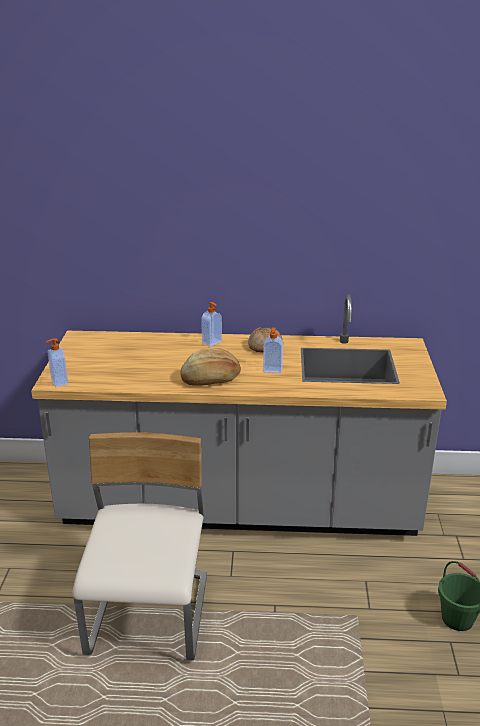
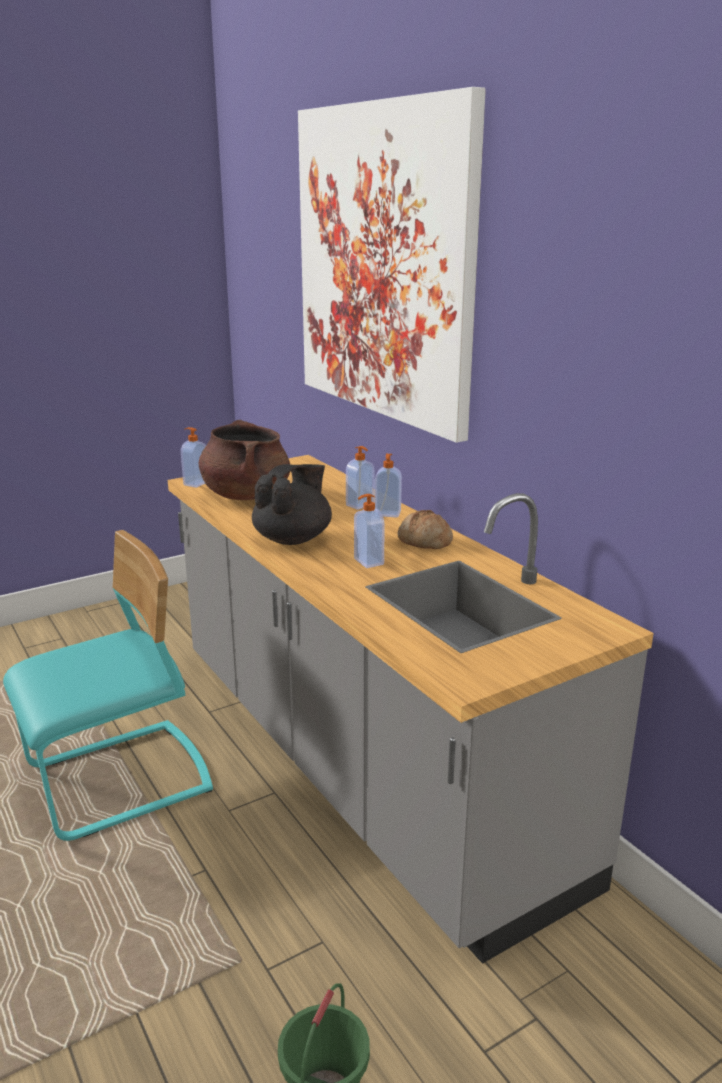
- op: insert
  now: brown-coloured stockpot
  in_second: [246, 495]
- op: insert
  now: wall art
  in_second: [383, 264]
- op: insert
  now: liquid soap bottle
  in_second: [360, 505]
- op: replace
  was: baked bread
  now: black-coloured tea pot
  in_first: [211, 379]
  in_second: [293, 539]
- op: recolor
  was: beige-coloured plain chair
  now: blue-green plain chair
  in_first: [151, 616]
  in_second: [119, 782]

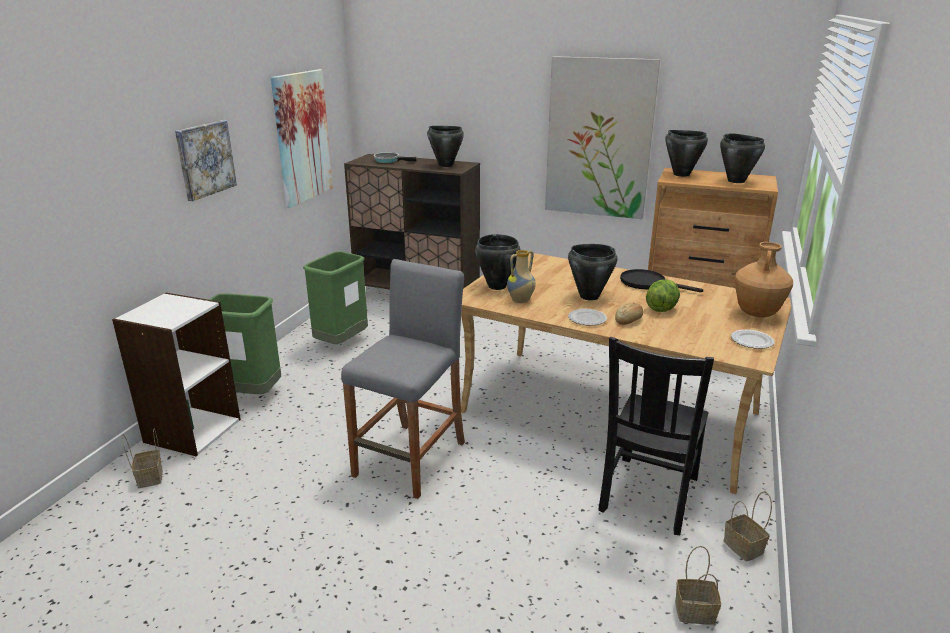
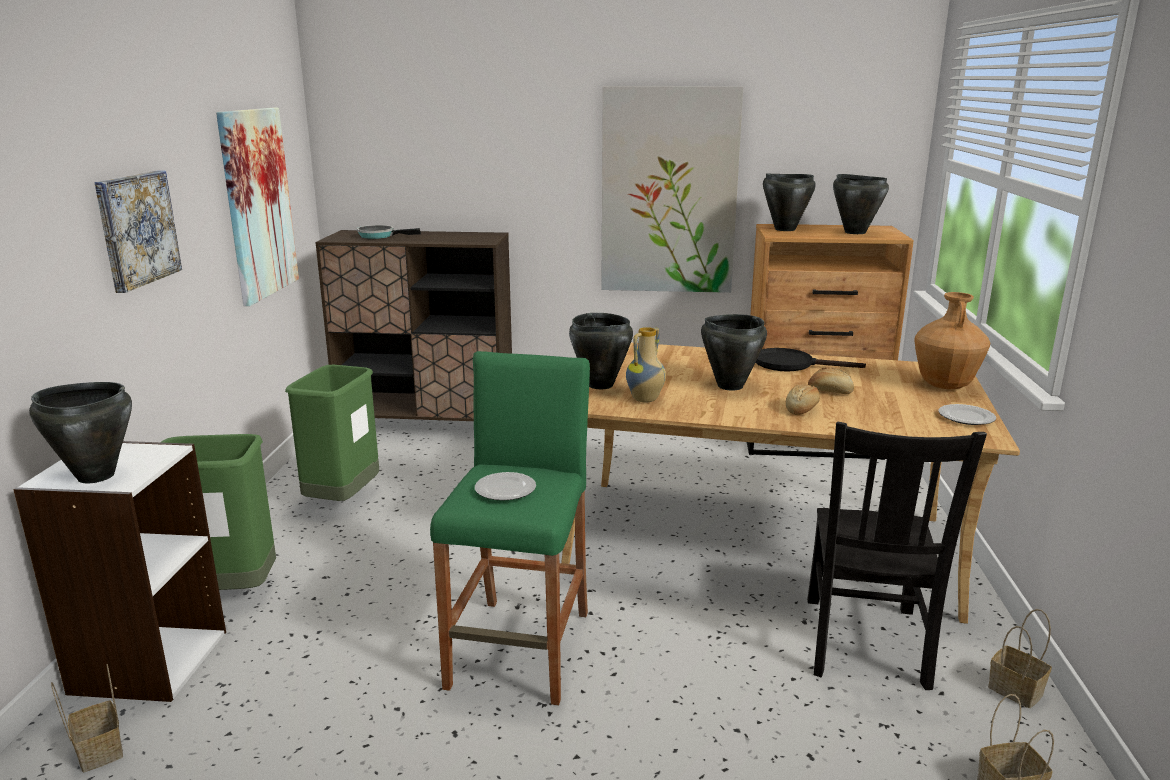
- op: move
  was: black-coloured stockpot
  in_first: [445, 165]
  in_second: [95, 476]
- op: move
  was: plate
  in_first: [587, 319]
  in_second: [505, 490]
- op: replace
  was: lettuce
  now: baked bread
  in_first: [661, 308]
  in_second: [830, 391]
- op: recolor
  was: greyish sitting stool
  now: green sitting stool
  in_first: [410, 459]
  in_second: [521, 649]

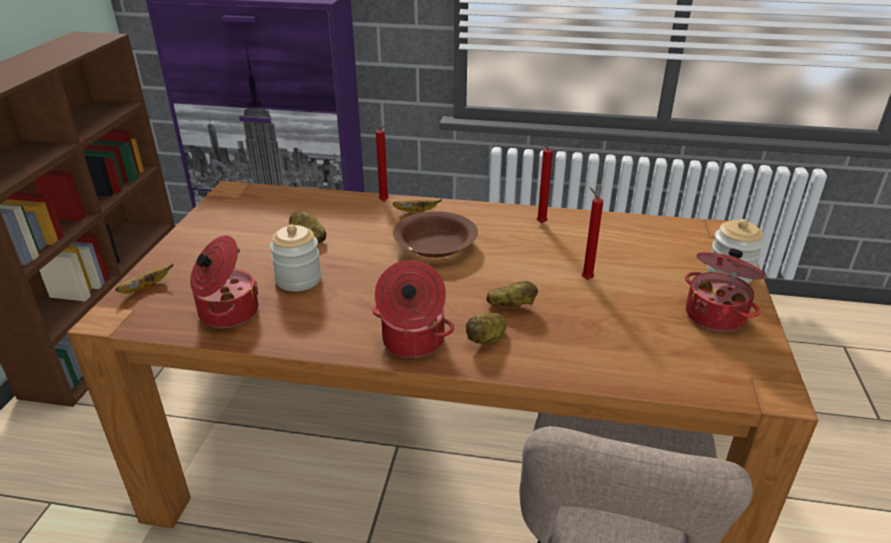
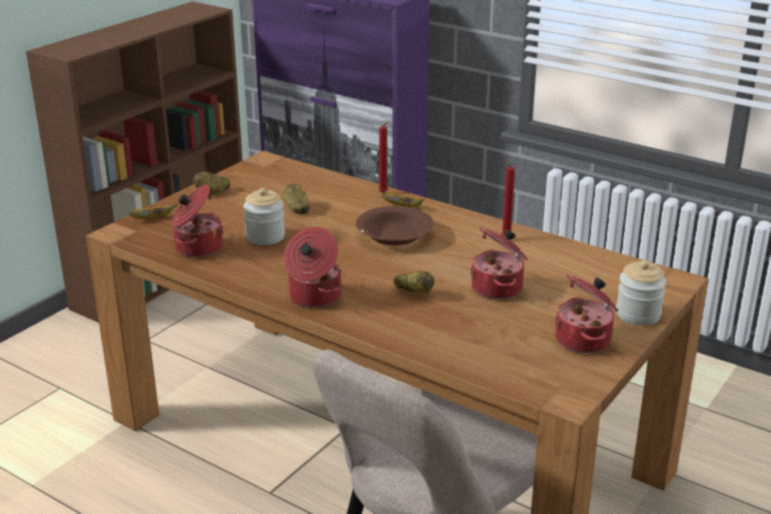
- op: move
  was: spud
  in_first: [487, 339]
  in_second: [212, 192]
- op: replace
  was: red candle
  now: stockpot
  in_first: [585, 278]
  in_second: [498, 288]

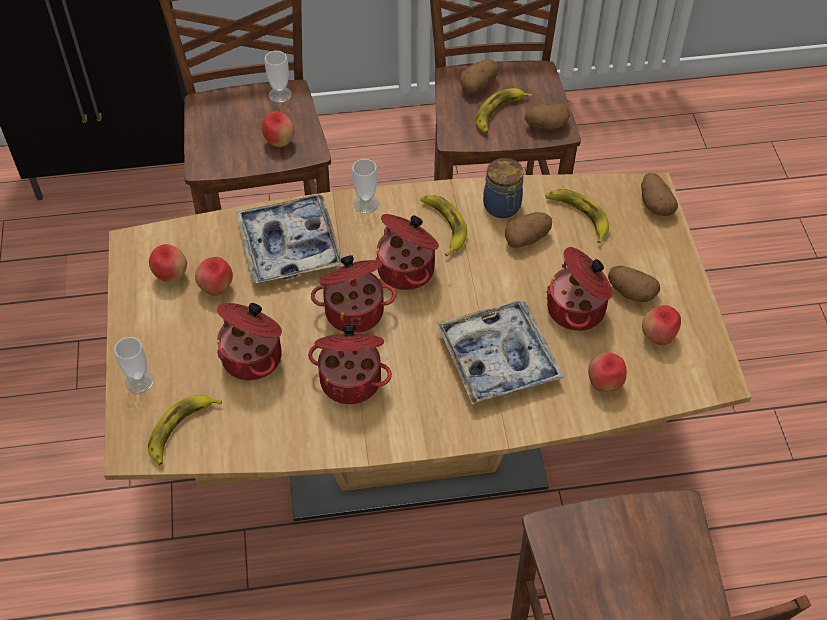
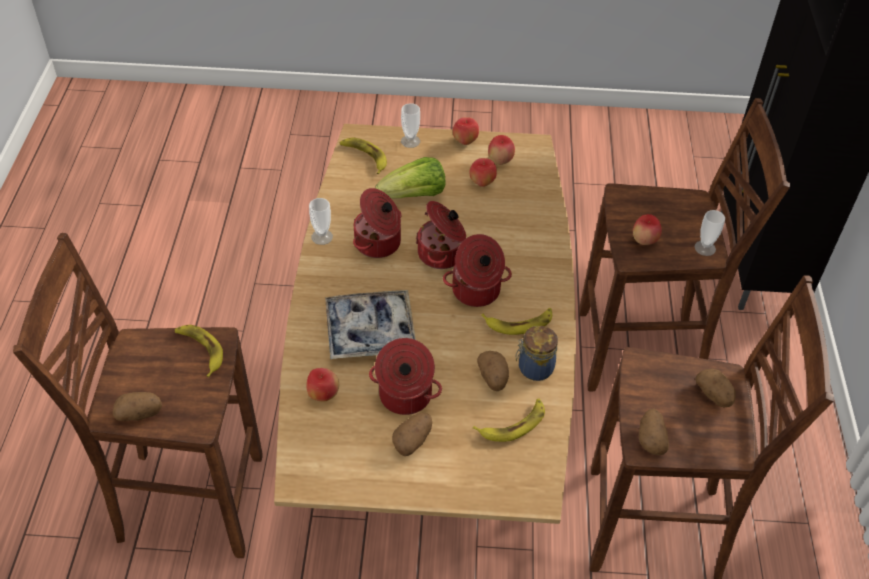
- op: delete
  was: serving tray
  in_first: [290, 246]
- op: move
  was: drinking cup
  in_first: [366, 204]
  in_second: [322, 237]
- op: move
  was: banana
  in_first: [499, 113]
  in_second: [200, 350]
- op: move
  was: spud
  in_first: [654, 204]
  in_second: [140, 414]
- op: move
  was: apple
  in_first: [658, 337]
  in_second: [465, 141]
- op: replace
  was: stockpot
  now: lettuce
  in_first: [254, 356]
  in_second: [414, 196]

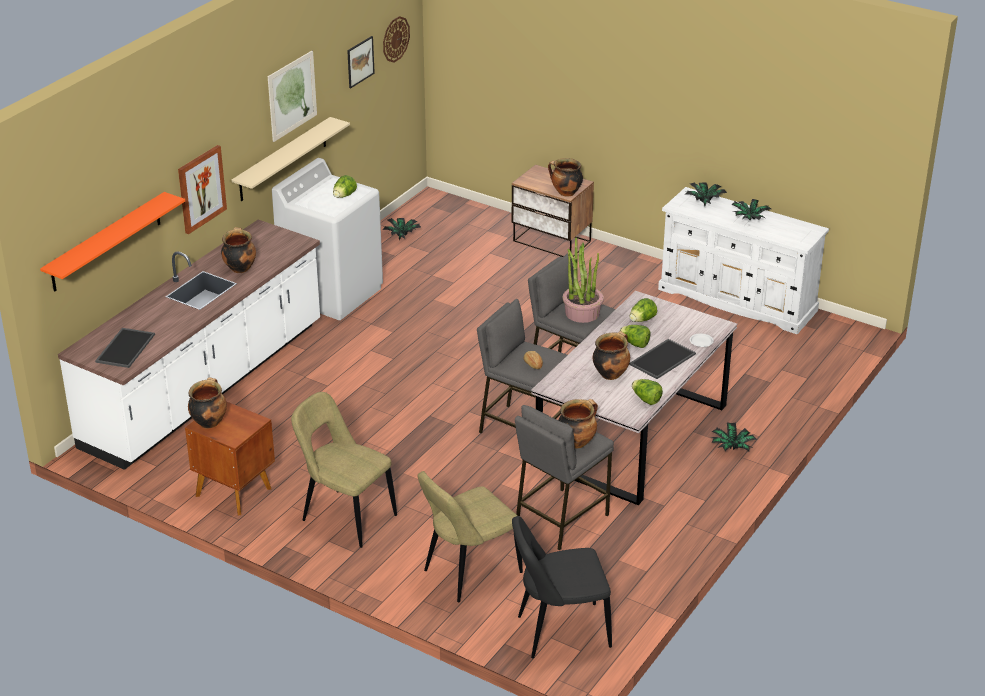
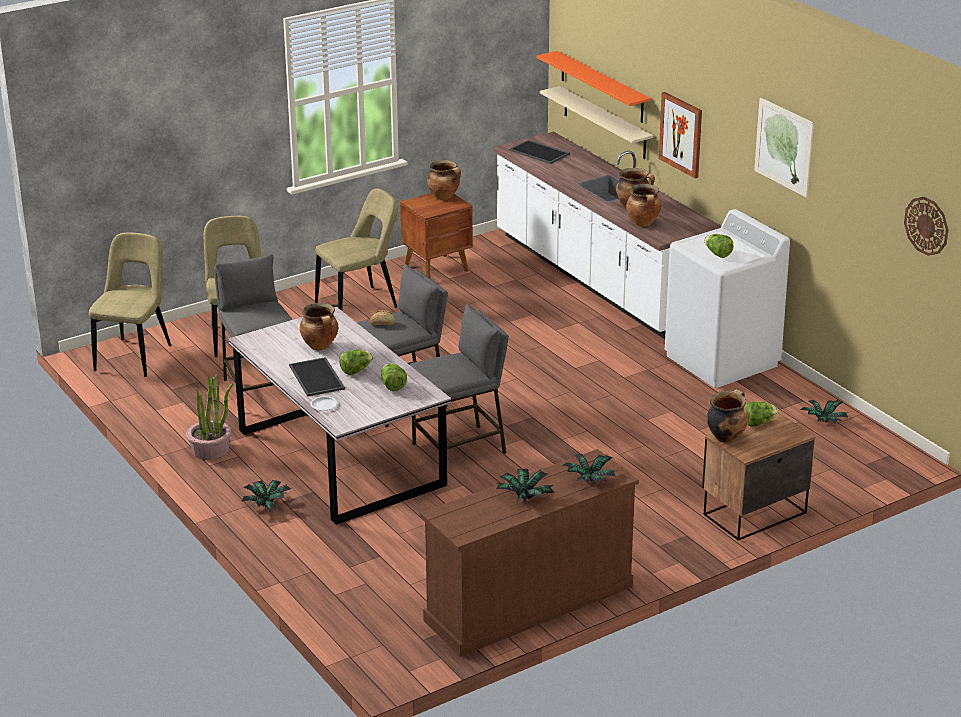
- op: delete
  was: wall art
  in_first: [360, 61]
- op: move
  was: beige-coloured shelf
  in_first: [283, 159]
  in_second: [604, 123]
- op: move
  was: stockpot
  in_first: [577, 442]
  in_second: [643, 223]
- op: move
  was: houseplant
  in_first: [582, 313]
  in_second: [210, 449]
- op: move
  was: lettuce
  in_first: [646, 399]
  in_second: [758, 423]
- op: recolor
  was: black-coloured plain chair
  now: beige-coloured plain chair
  in_first: [559, 632]
  in_second: [135, 356]
- op: recolor
  was: whitish chest of drawers
  now: brown-coloured chest of drawers
  in_first: [738, 300]
  in_second: [528, 604]

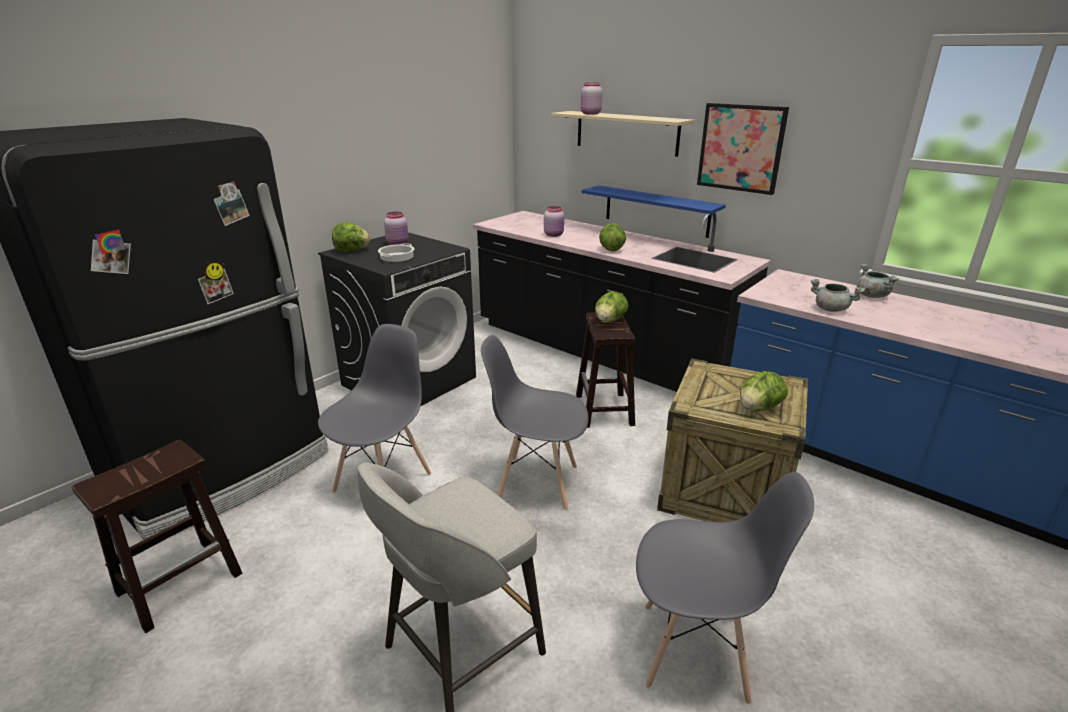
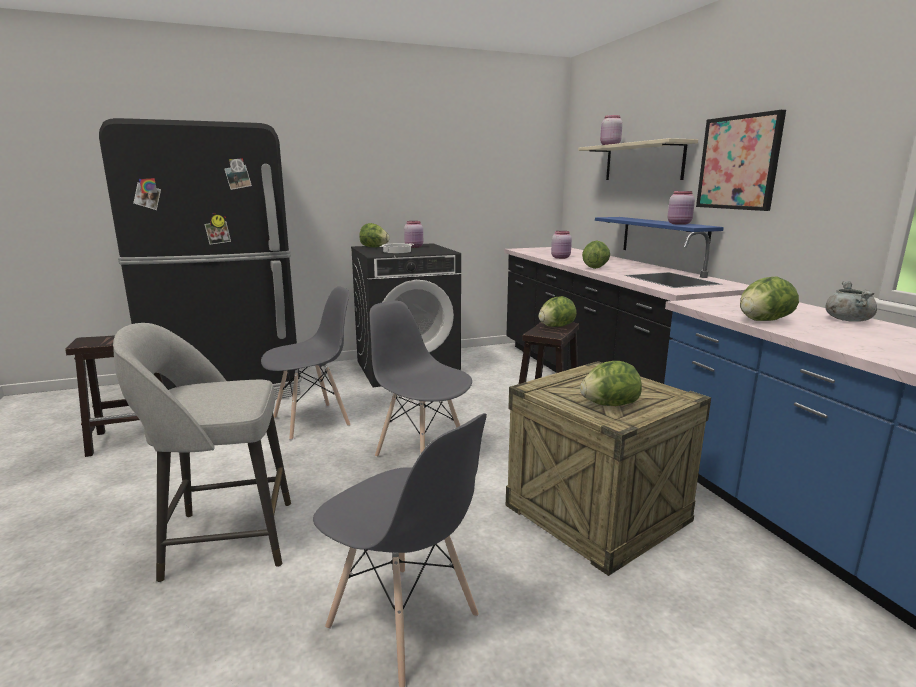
- op: insert
  now: pinkish storage jar
  in_second: [680, 224]
- op: replace
  was: greyish stockpot
  now: lettuce
  in_first: [831, 309]
  in_second: [763, 321]

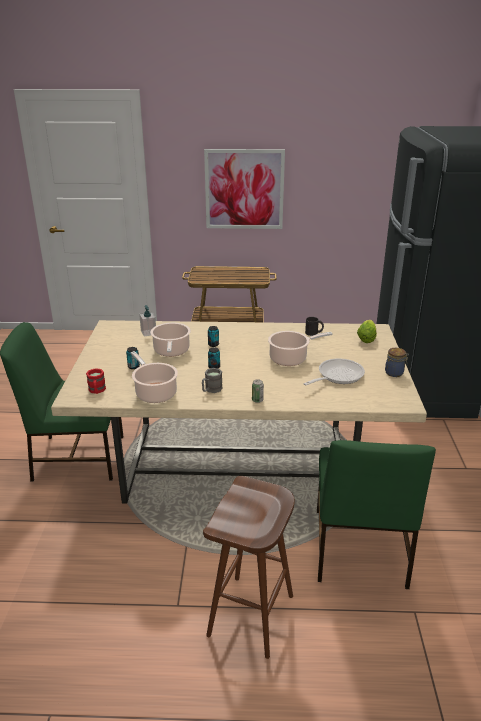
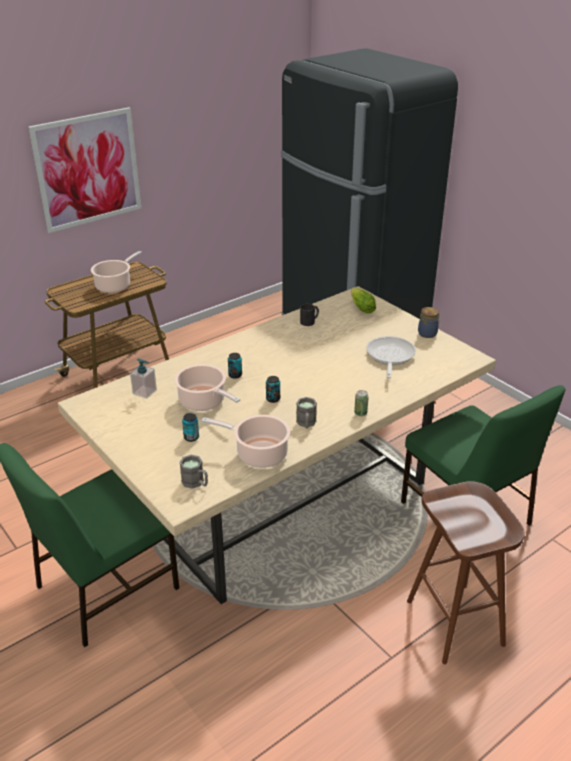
- op: move
  was: stockpot
  in_first: [290, 358]
  in_second: [115, 285]
- op: recolor
  was: red tea mug
  now: greyish tea mug
  in_first: [97, 391]
  in_second: [196, 483]

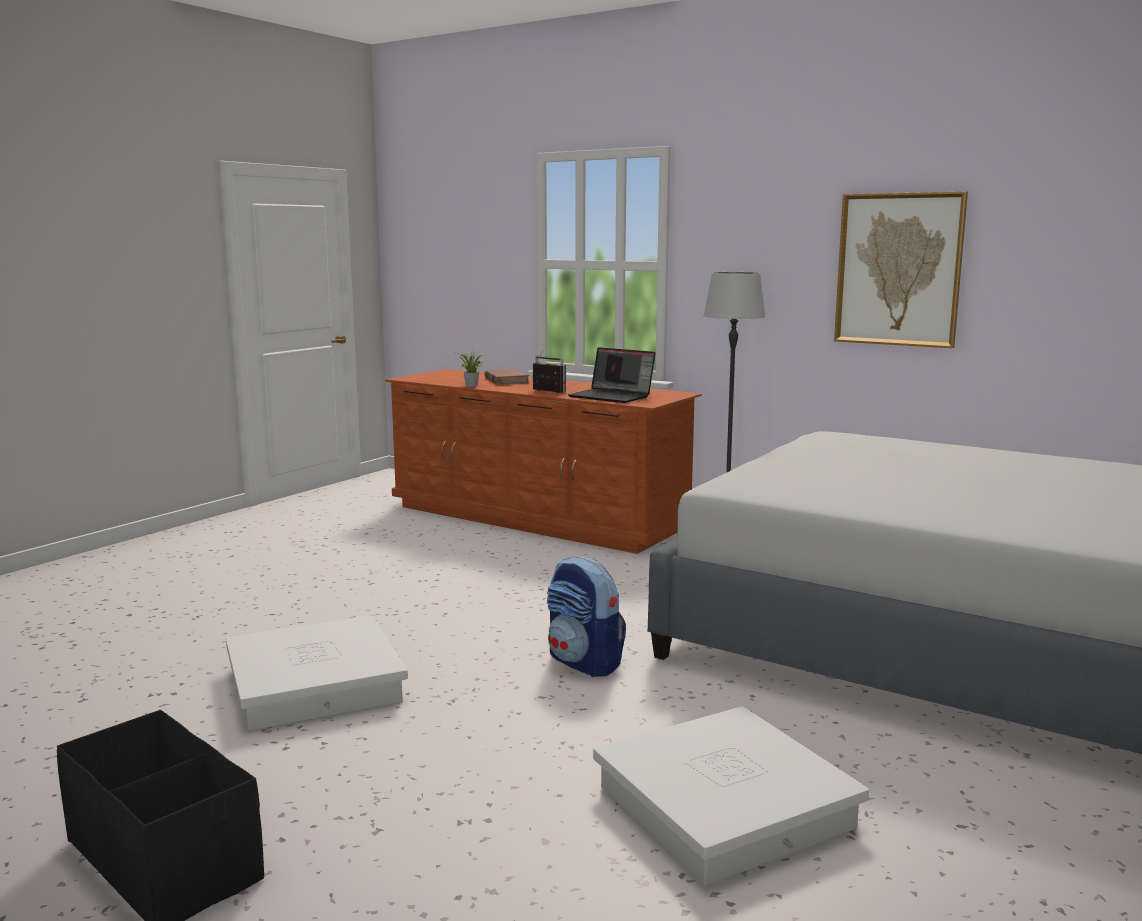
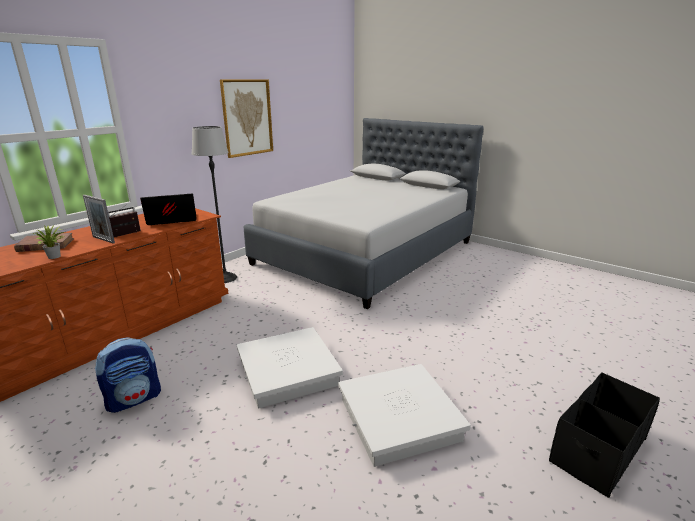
- op: insert
  now: picture frame
  in_second: [103, 239]
- op: move
  was: backpack
  in_first: [585, 663]
  in_second: [134, 398]
- op: move
  was: whitish storage box
  in_first: [723, 807]
  in_second: [288, 372]
- op: rotate
  was: laptop
  in_first: [612, 396]
  in_second: [171, 220]
  clockwise: -150

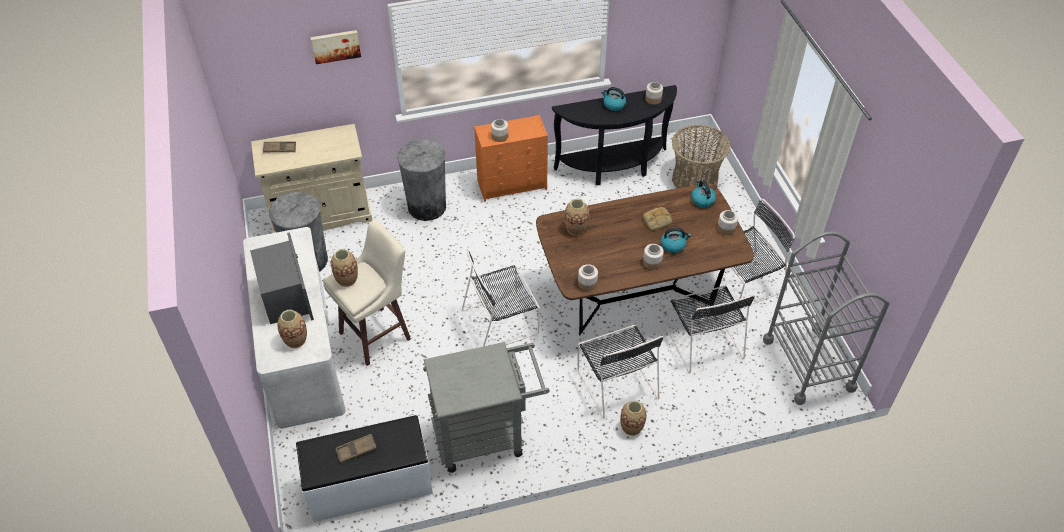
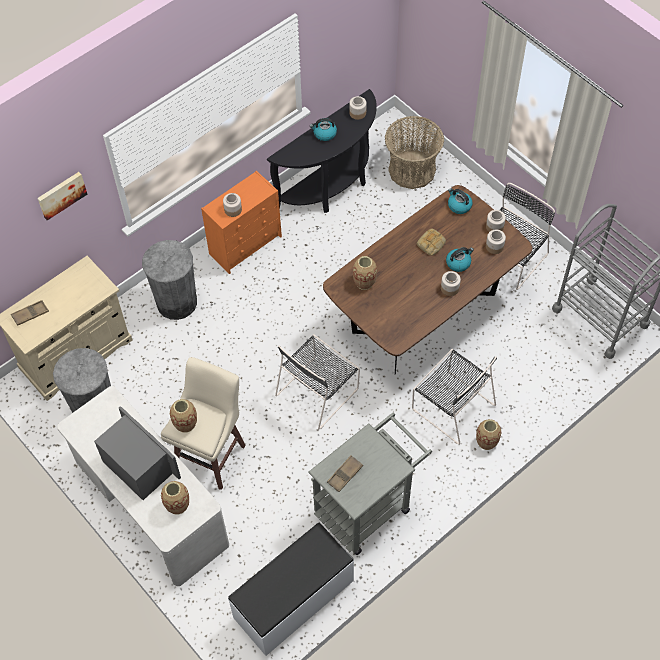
- op: delete
  was: black-coloured plain chair
  in_first: [703, 340]
- op: move
  was: brown-coloured serving tray
  in_first: [356, 450]
  in_second: [345, 475]
- op: move
  was: storage jar
  in_first: [587, 283]
  in_second: [494, 246]

